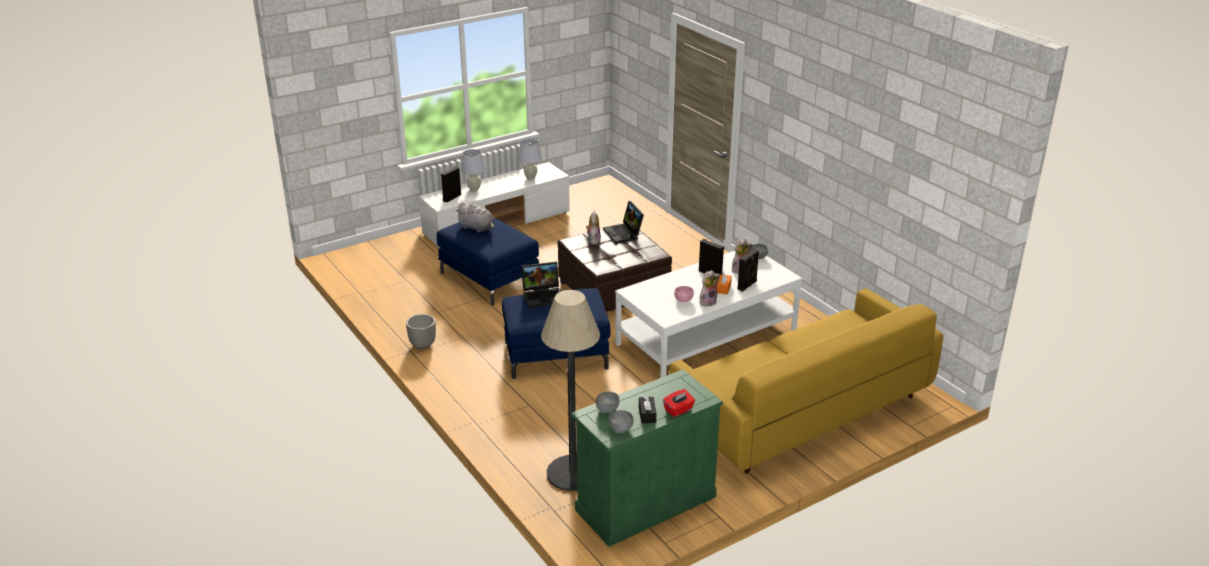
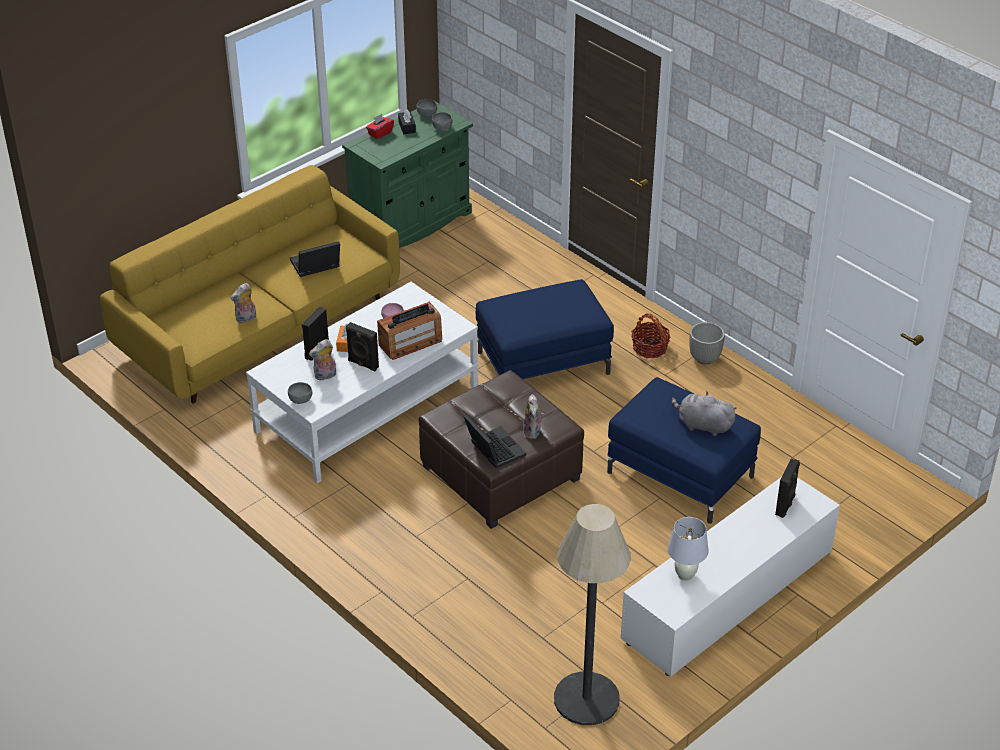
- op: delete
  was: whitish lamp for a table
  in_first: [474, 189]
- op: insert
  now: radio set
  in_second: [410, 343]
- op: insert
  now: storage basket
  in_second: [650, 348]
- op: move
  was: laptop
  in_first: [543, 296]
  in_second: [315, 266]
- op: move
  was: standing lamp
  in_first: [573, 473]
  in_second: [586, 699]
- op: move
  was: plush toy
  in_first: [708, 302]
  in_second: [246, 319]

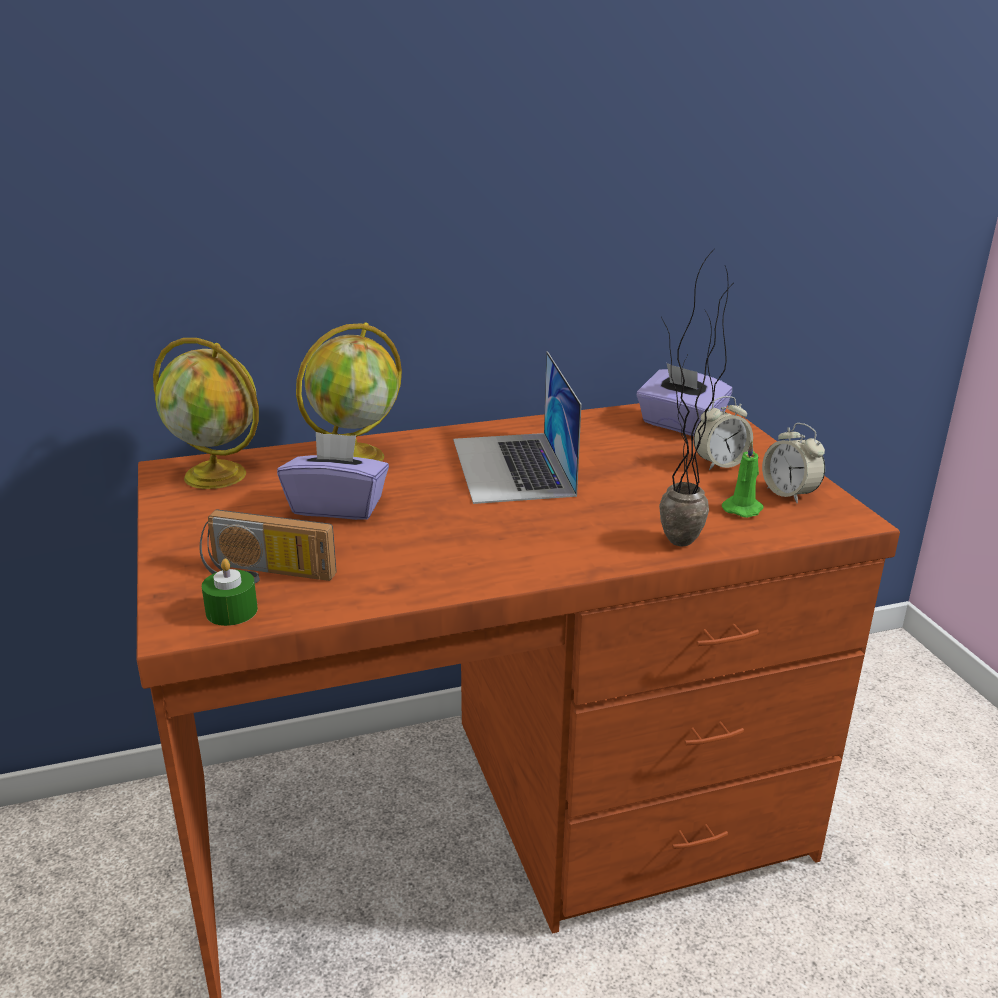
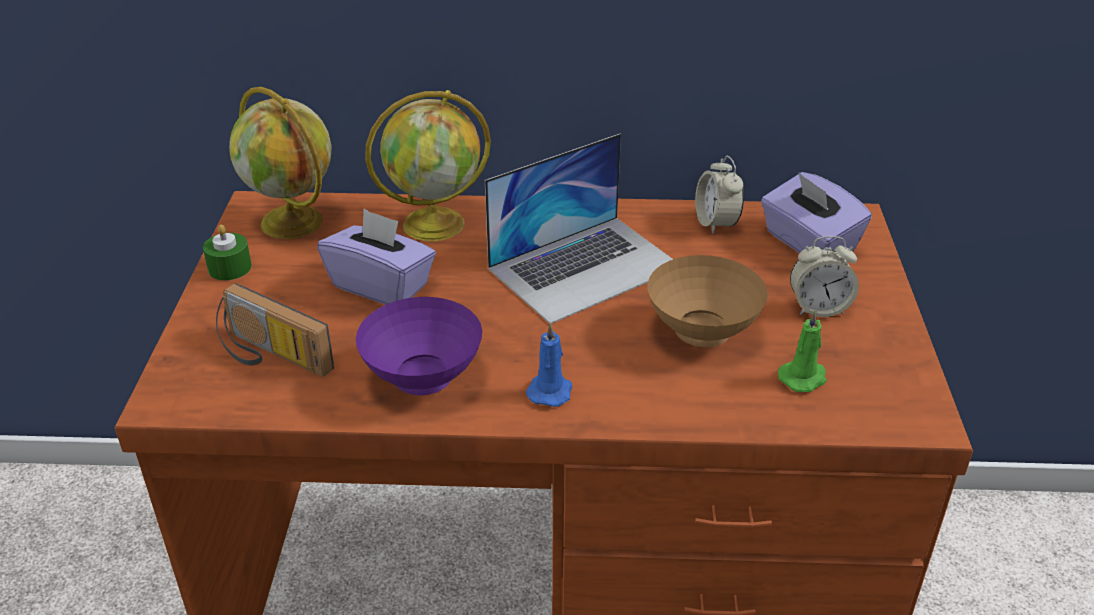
- op: delete
  was: houseplant
  in_first: [673, 548]
- op: insert
  now: purple-coloured serving bowl
  in_second: [424, 381]
- op: insert
  now: blue candle
  in_second: [550, 390]
- op: insert
  now: brown-coloured serving bowl
  in_second: [703, 332]
- op: move
  was: green candle
  in_first: [231, 611]
  in_second: [230, 267]
- op: move
  was: bedside clock
  in_first: [789, 493]
  in_second: [716, 223]
- op: rotate
  was: laptop
  in_first: [512, 467]
  in_second: [585, 267]
  clockwise: -135

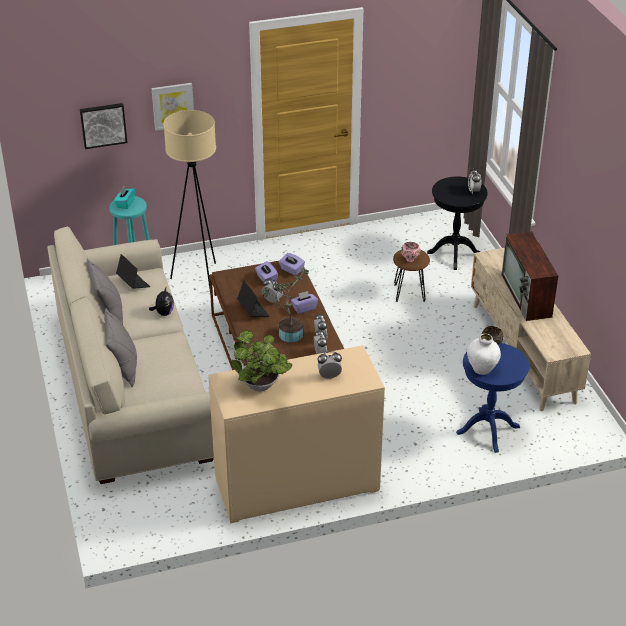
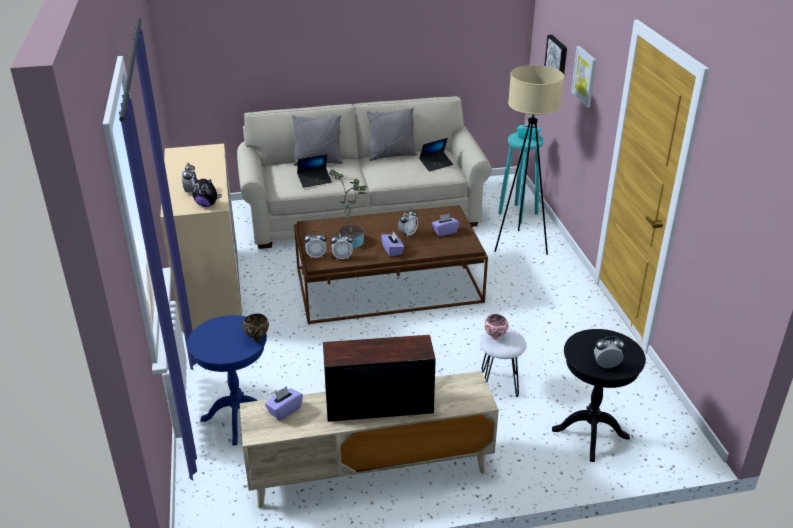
- op: delete
  was: houseplant
  in_first: [262, 386]
- op: delete
  was: whitish vase
  in_first: [482, 369]
- op: move
  was: plush toy
  in_first: [164, 313]
  in_second: [207, 204]
- op: move
  was: laptop
  in_first: [253, 310]
  in_second: [314, 181]
- op: move
  was: purple-coloured tissue holder
  in_first: [291, 270]
  in_second: [284, 410]
- op: recolor
  was: brown-coloured sitting stool
  now: whitish sitting stool
  in_first: [409, 293]
  in_second: [499, 383]

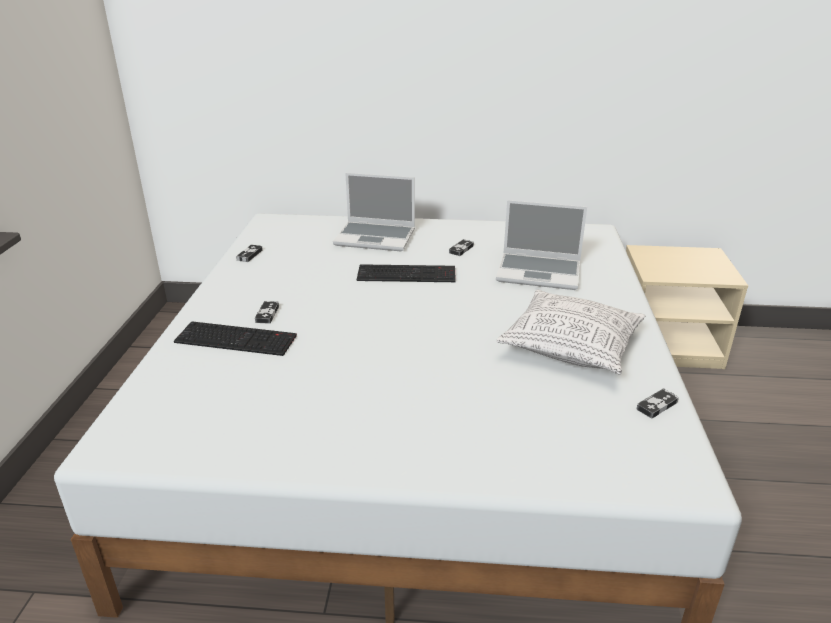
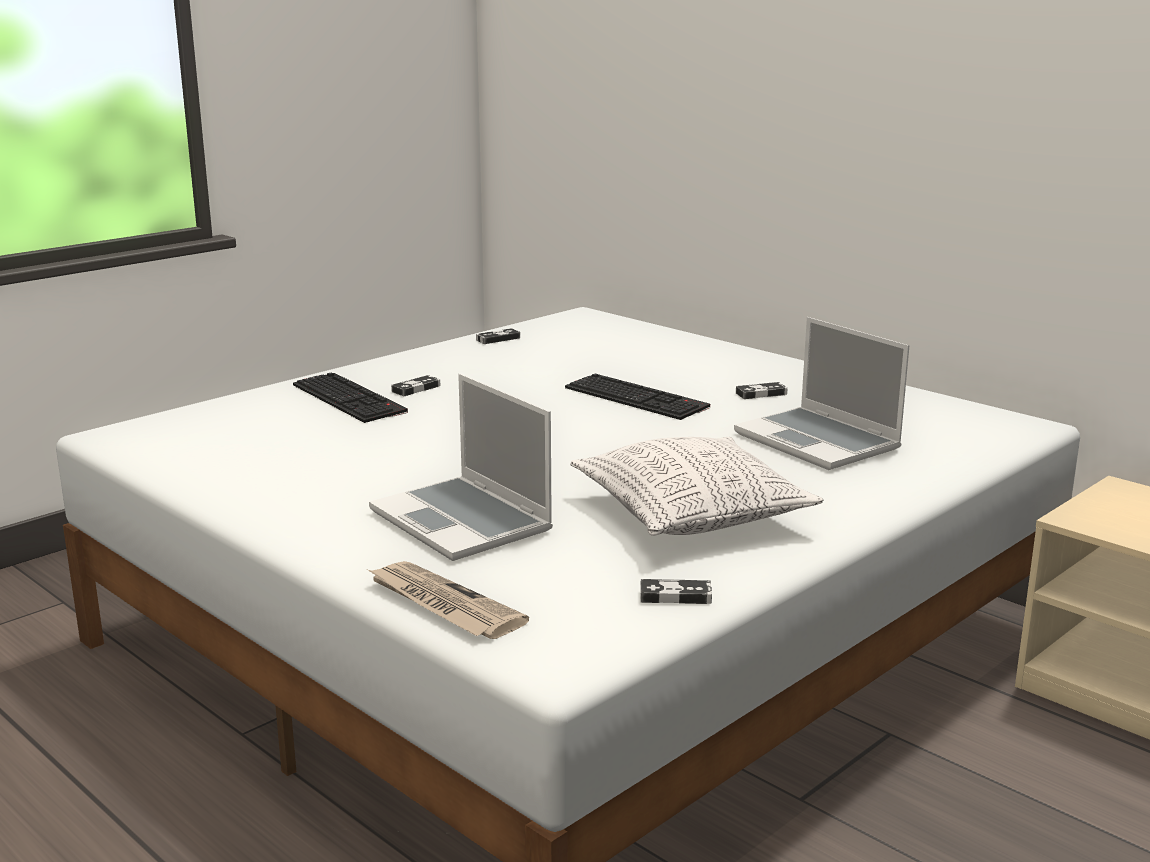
- op: insert
  now: newspaper
  in_second: [442, 604]
- op: move
  was: laptop
  in_first: [376, 237]
  in_second: [464, 521]

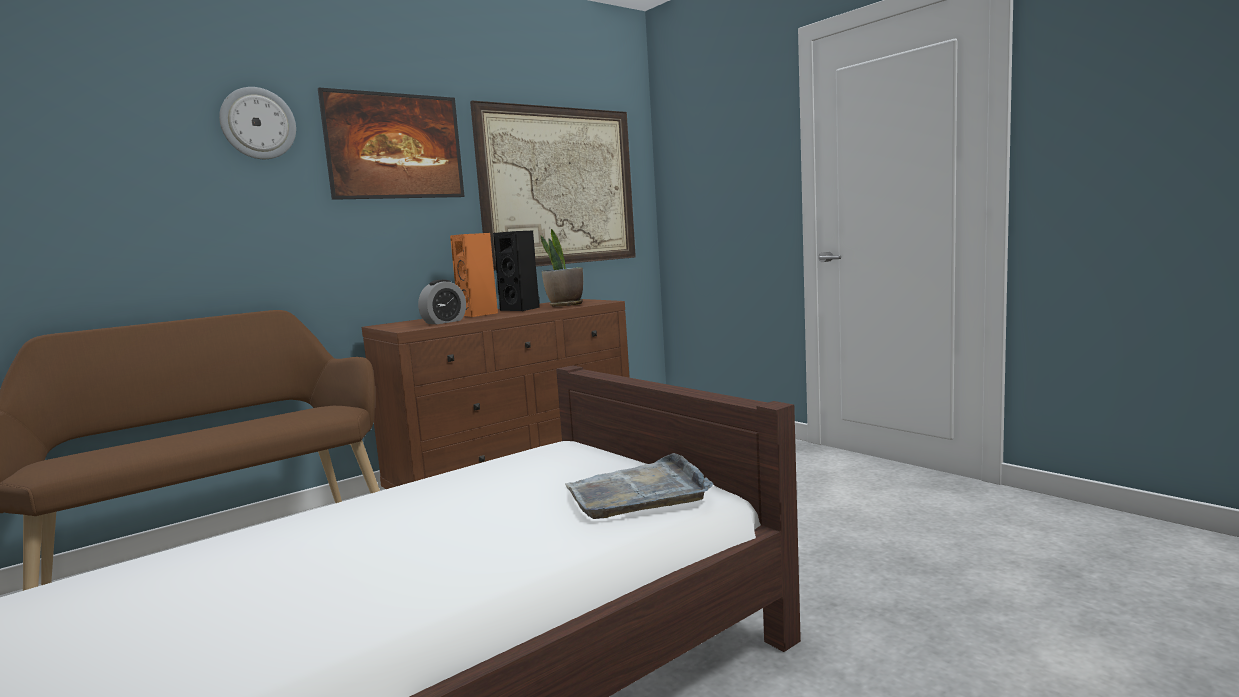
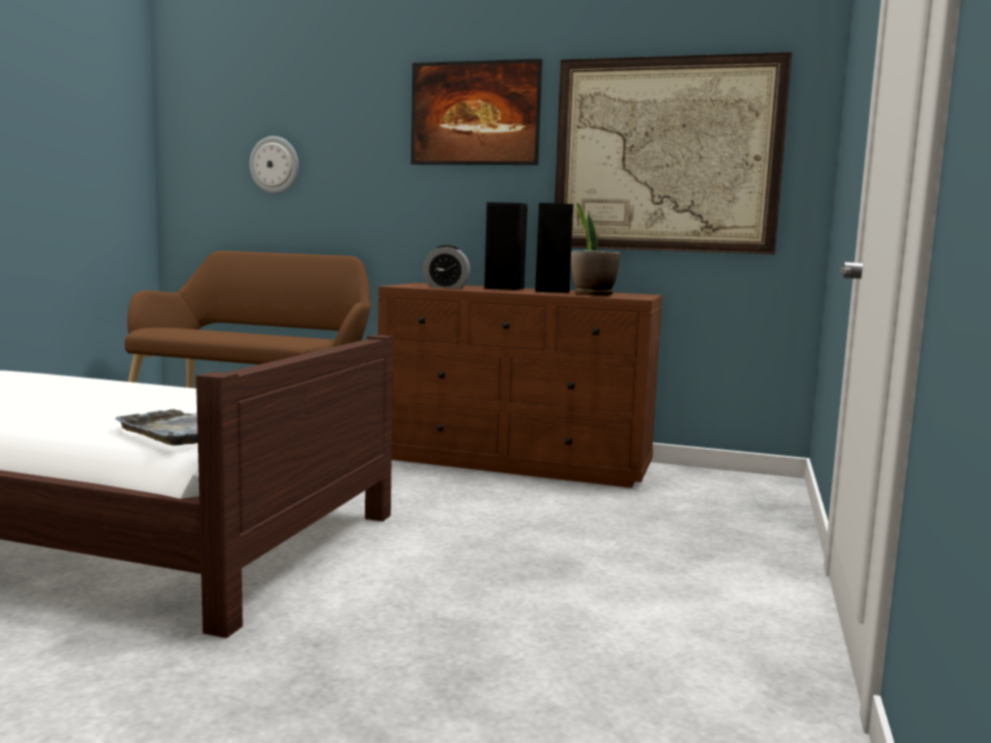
- op: move
  was: hanging clock
  in_first: [258, 123]
  in_second: [275, 165]
- op: recolor
  was: orange loudspeaker
  now: black-coloured loudspeaker
  in_first: [478, 314]
  in_second: [504, 288]

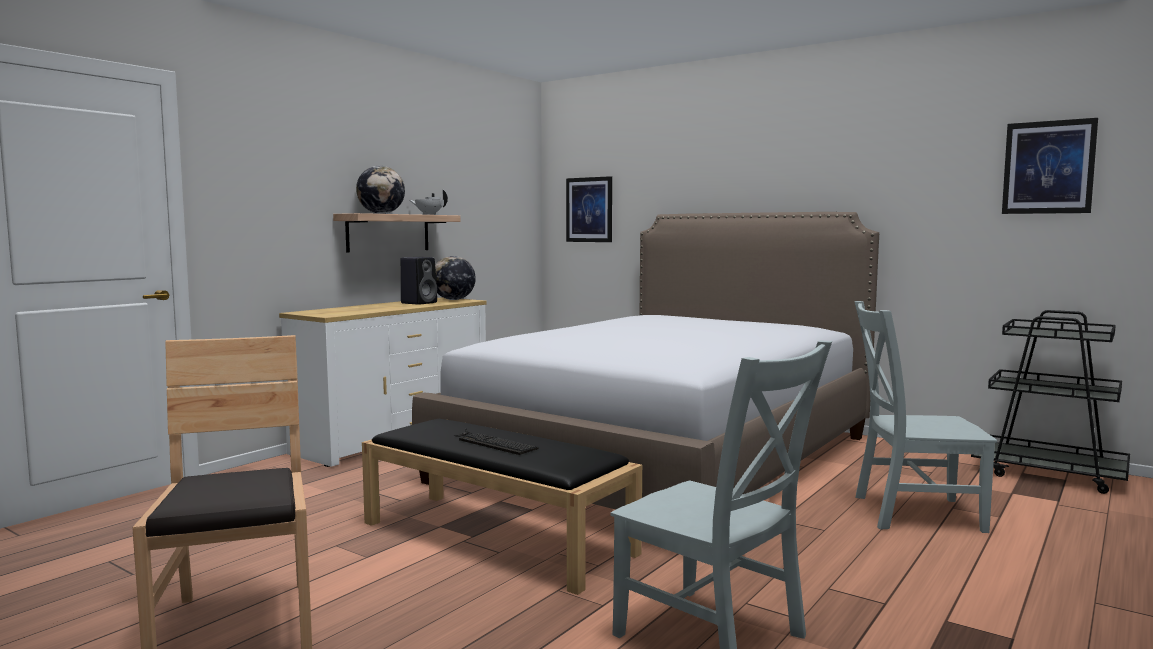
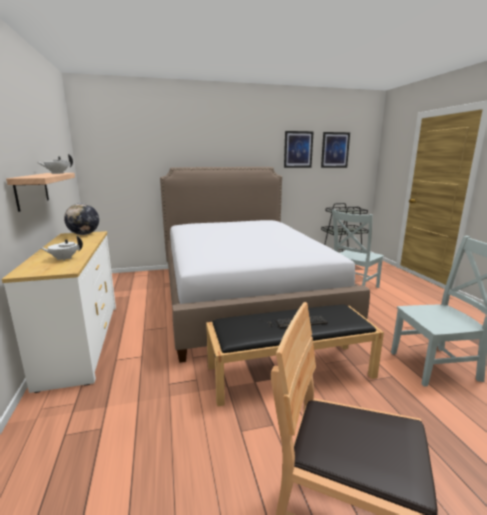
- op: delete
  was: world globe
  in_first: [381, 213]
- op: delete
  was: black-coloured loudspeaker
  in_first: [419, 303]
- op: insert
  now: whitish tea pot
  in_second: [64, 259]
- op: move
  was: wall art
  in_first: [589, 209]
  in_second: [298, 149]

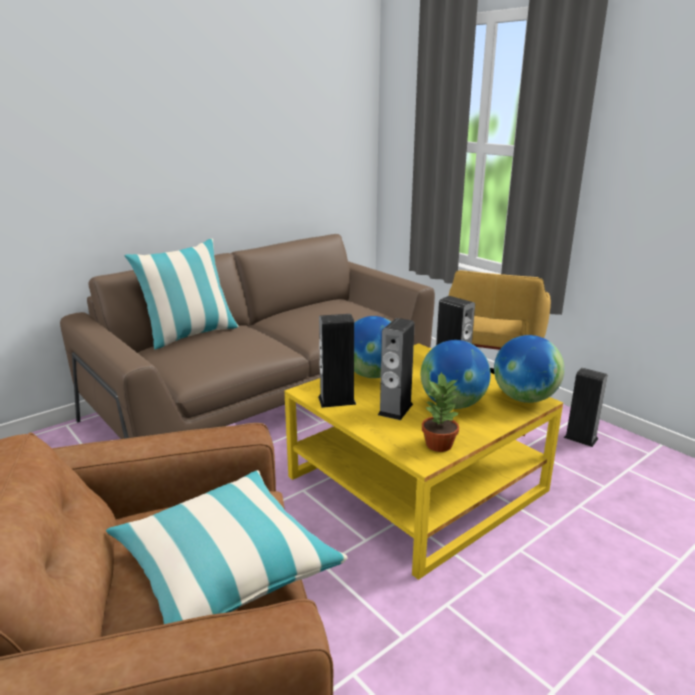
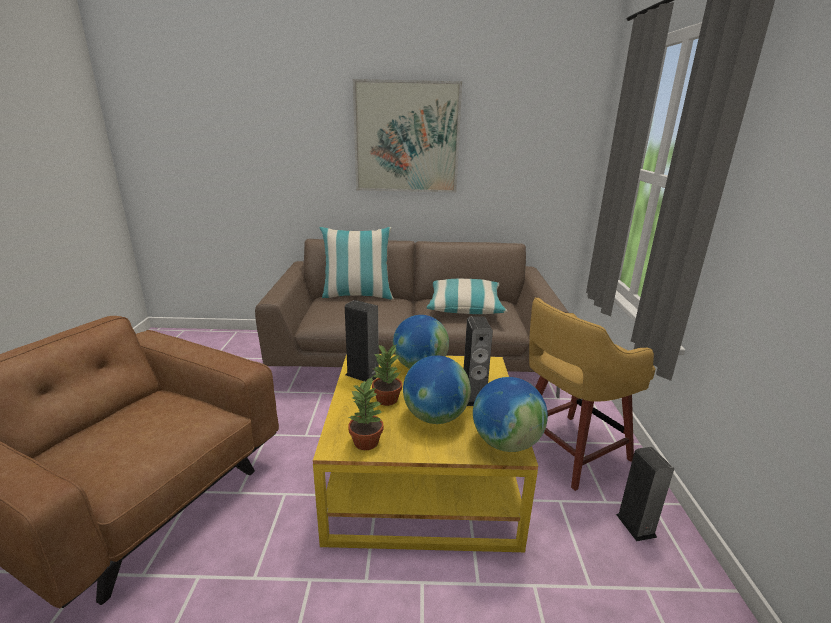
- op: insert
  now: wall art
  in_second: [406, 138]
- op: move
  was: throw pillow
  in_first: [225, 566]
  in_second: [465, 306]
- op: replace
  was: loudspeaker
  now: houseplant
  in_first: [395, 409]
  in_second: [387, 400]

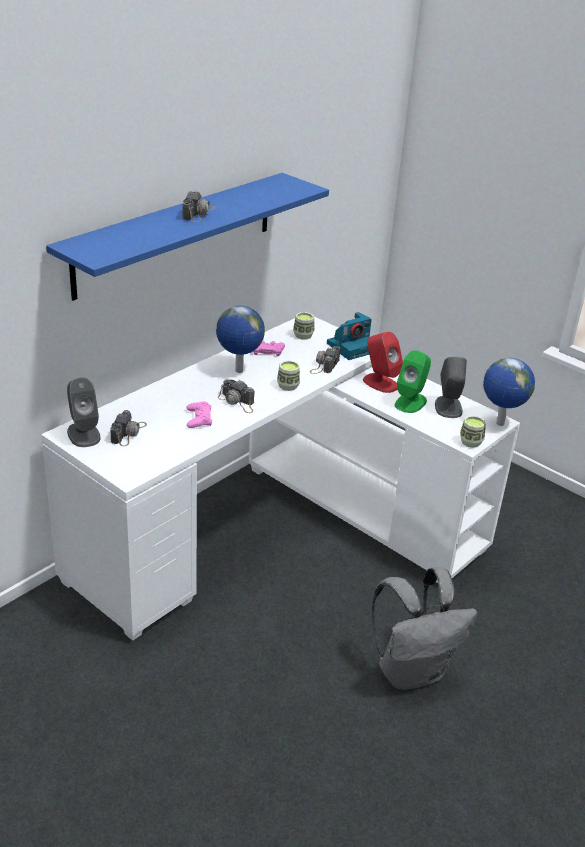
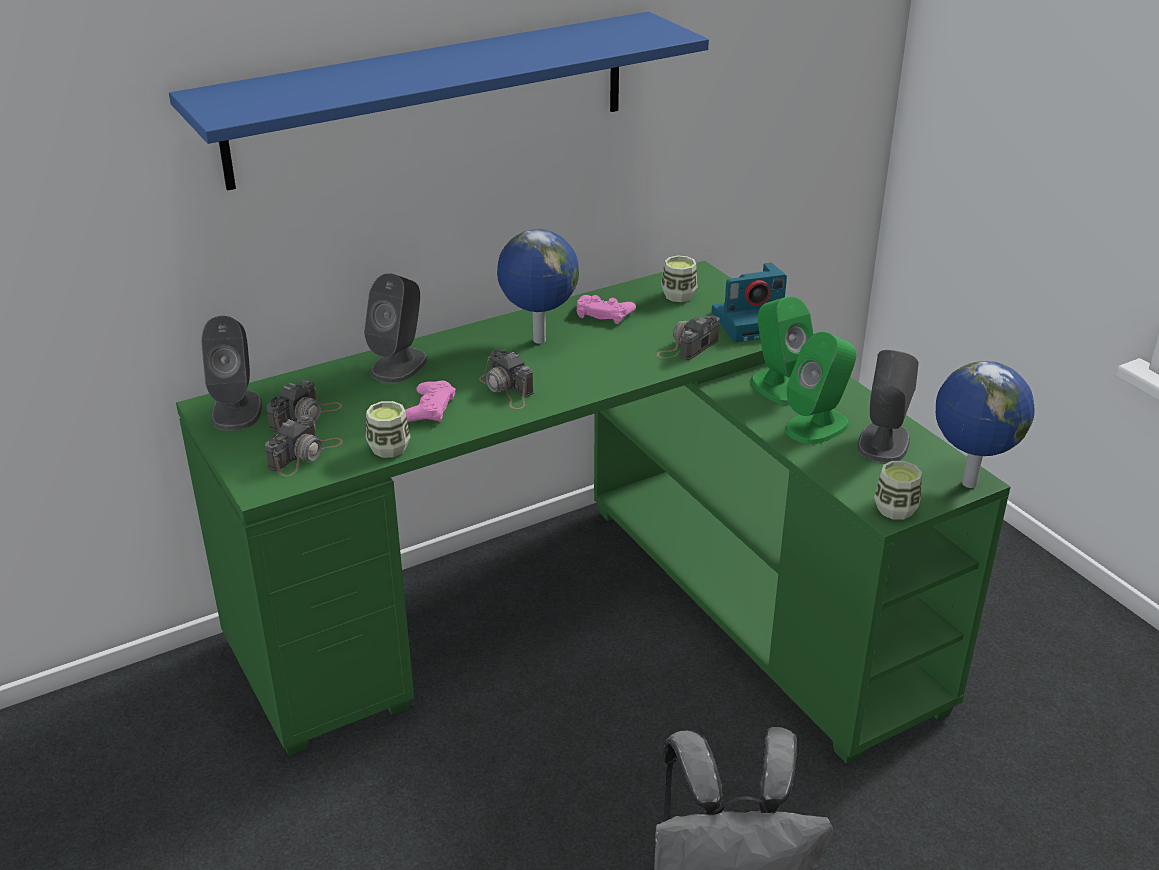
- op: insert
  now: greyish loudspeaker
  in_second: [399, 365]
- op: move
  was: still camera
  in_first: [198, 213]
  in_second: [305, 454]
- op: move
  was: drinking cup
  in_first: [288, 386]
  in_second: [389, 448]
- op: recolor
  was: whitish desk table
  now: green desk table
  in_first: [275, 529]
  in_second: [594, 614]
- op: recolor
  was: red loudspeaker
  now: green loudspeaker
  in_first: [380, 383]
  in_second: [779, 387]

